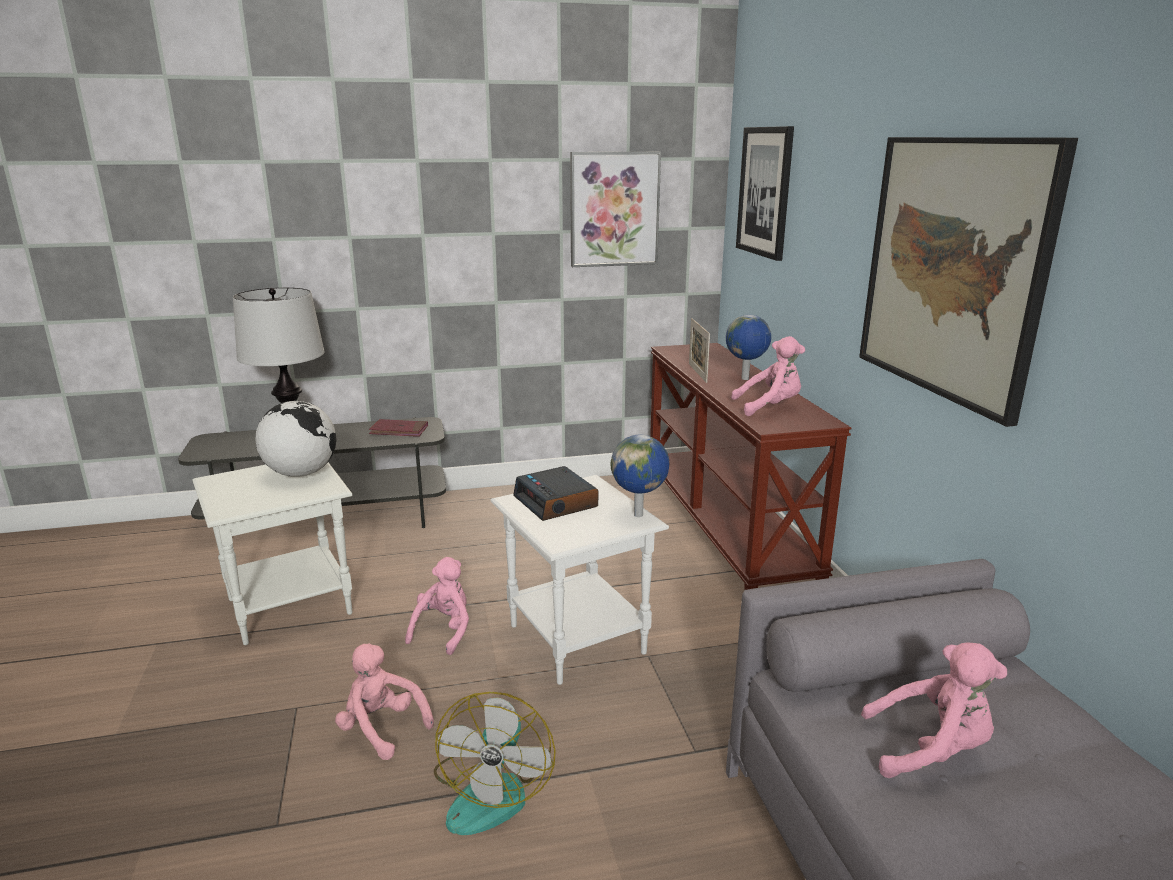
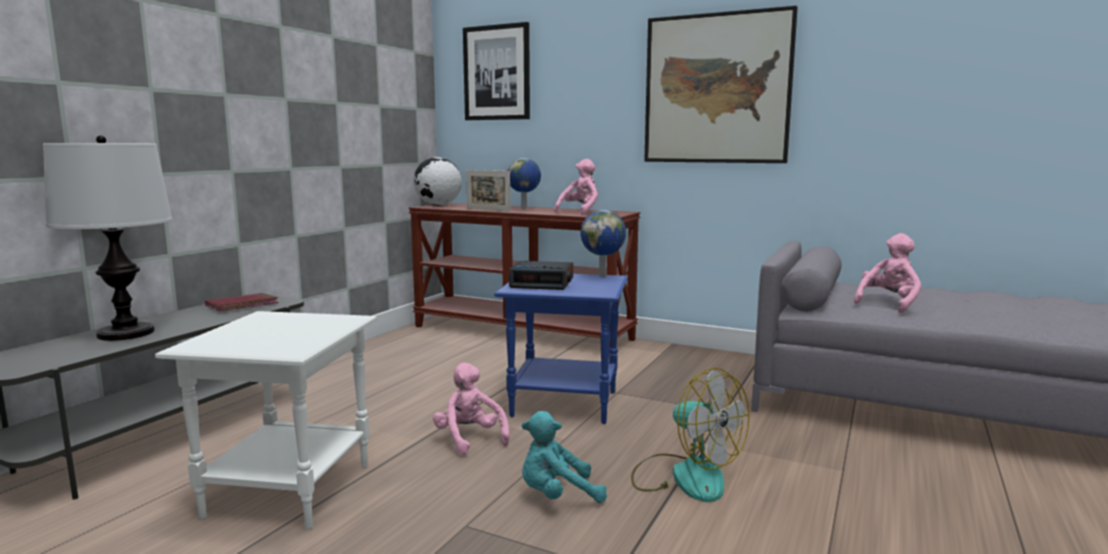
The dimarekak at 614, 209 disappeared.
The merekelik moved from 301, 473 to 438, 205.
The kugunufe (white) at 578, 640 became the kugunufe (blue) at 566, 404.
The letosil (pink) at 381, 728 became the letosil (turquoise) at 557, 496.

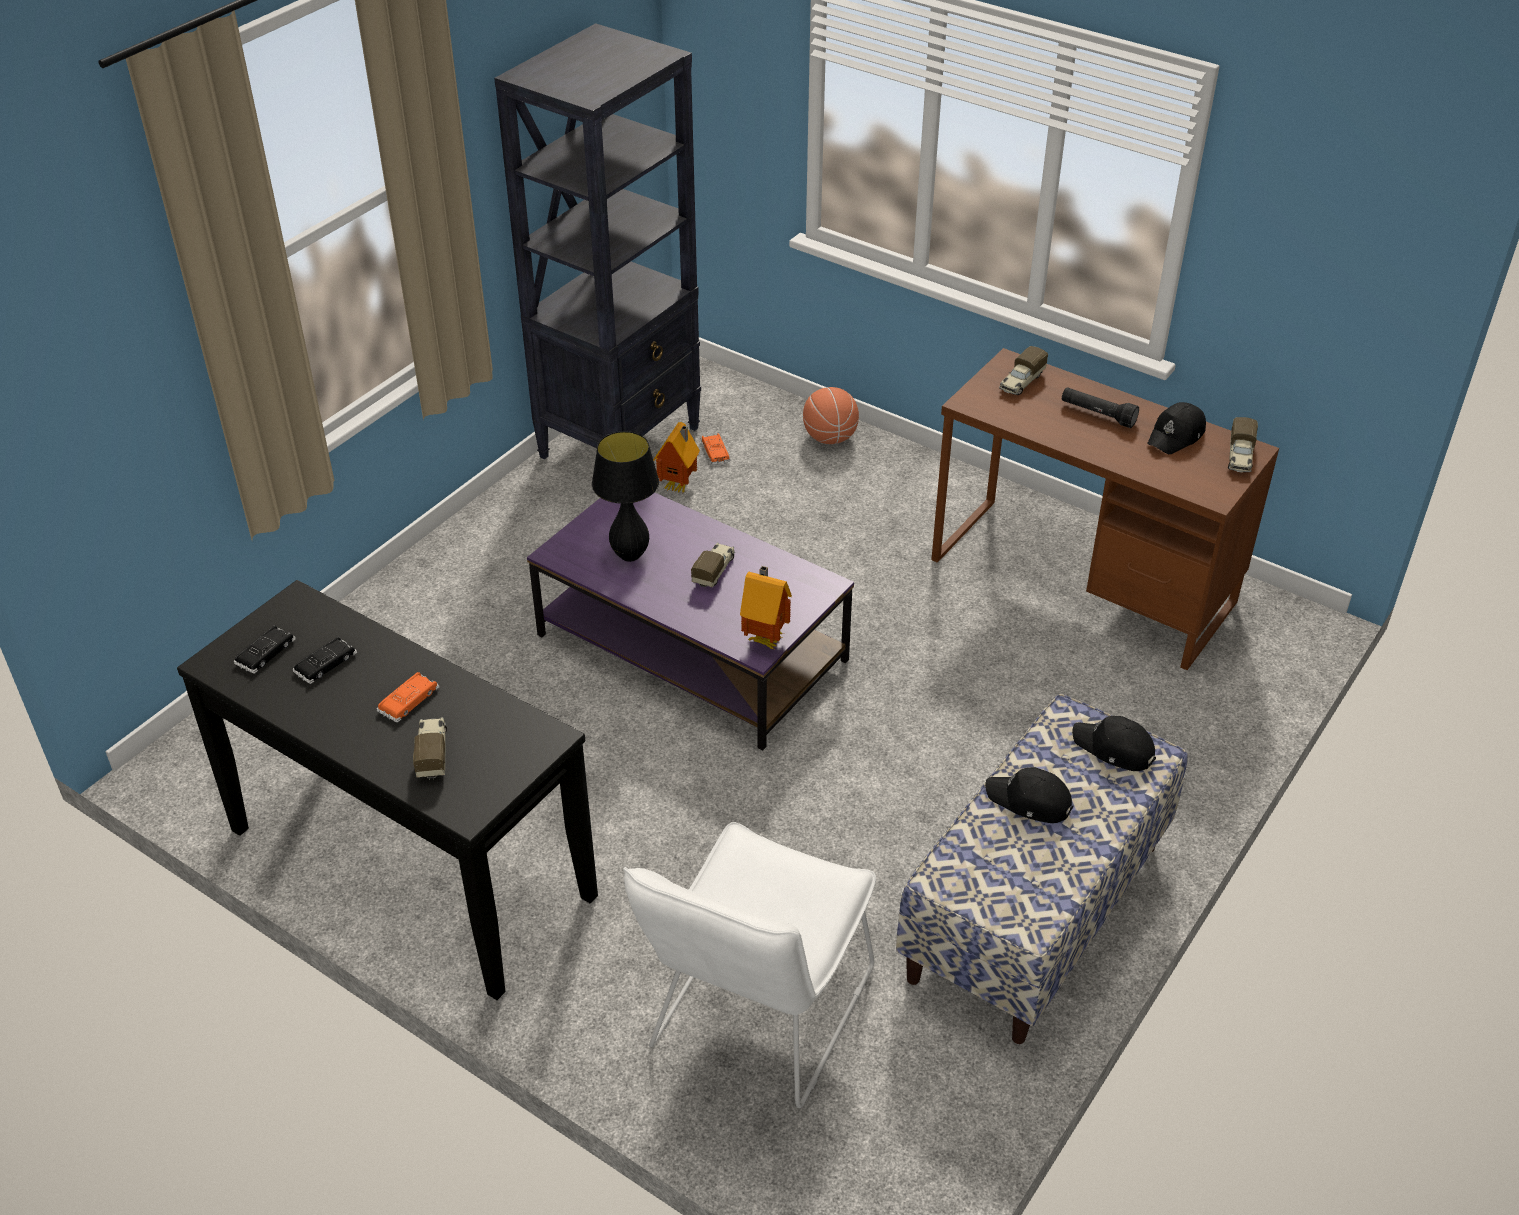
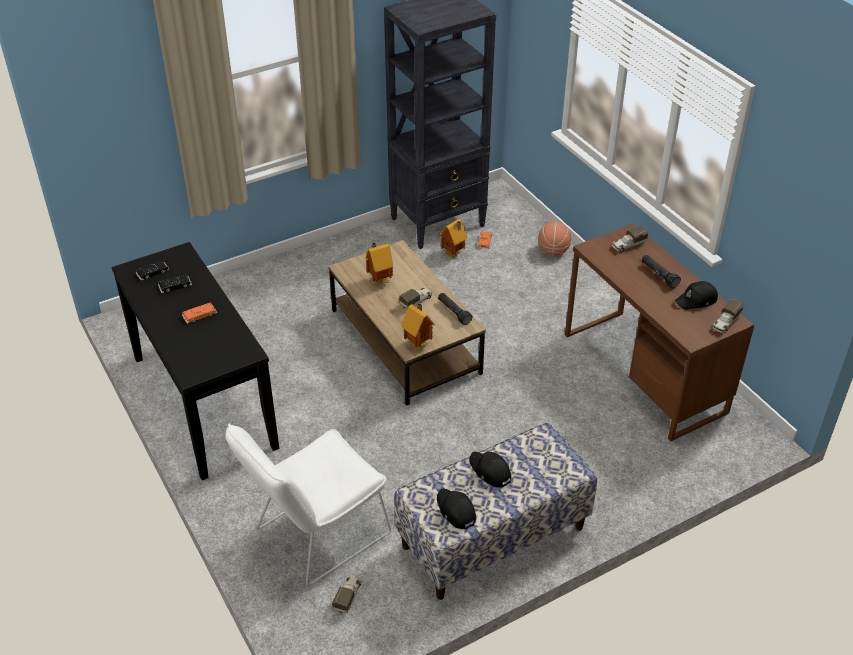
The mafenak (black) at 630, 556 was replaced by the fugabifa at 379, 281.
The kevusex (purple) at 689, 647 became the kevusex (brown) at 404, 340.
The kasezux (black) moved from 1113, 749 to 455, 511.
The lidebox moved from 432, 754 to 347, 597.
The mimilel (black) at 453, 312 appeared.

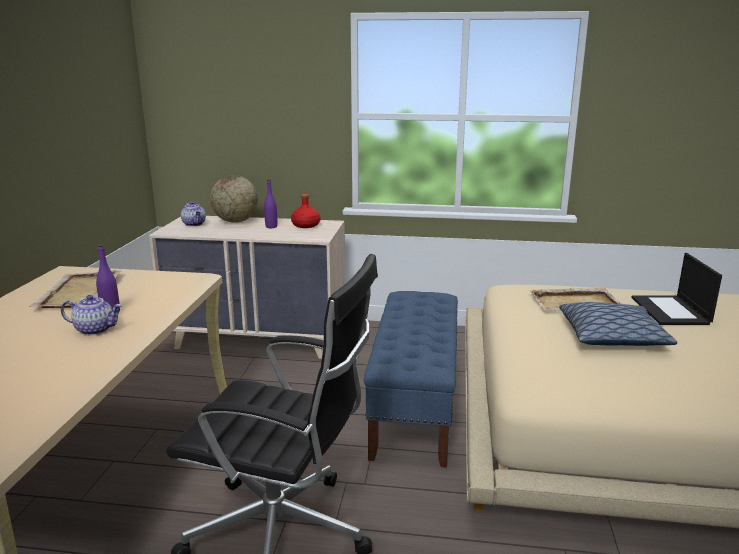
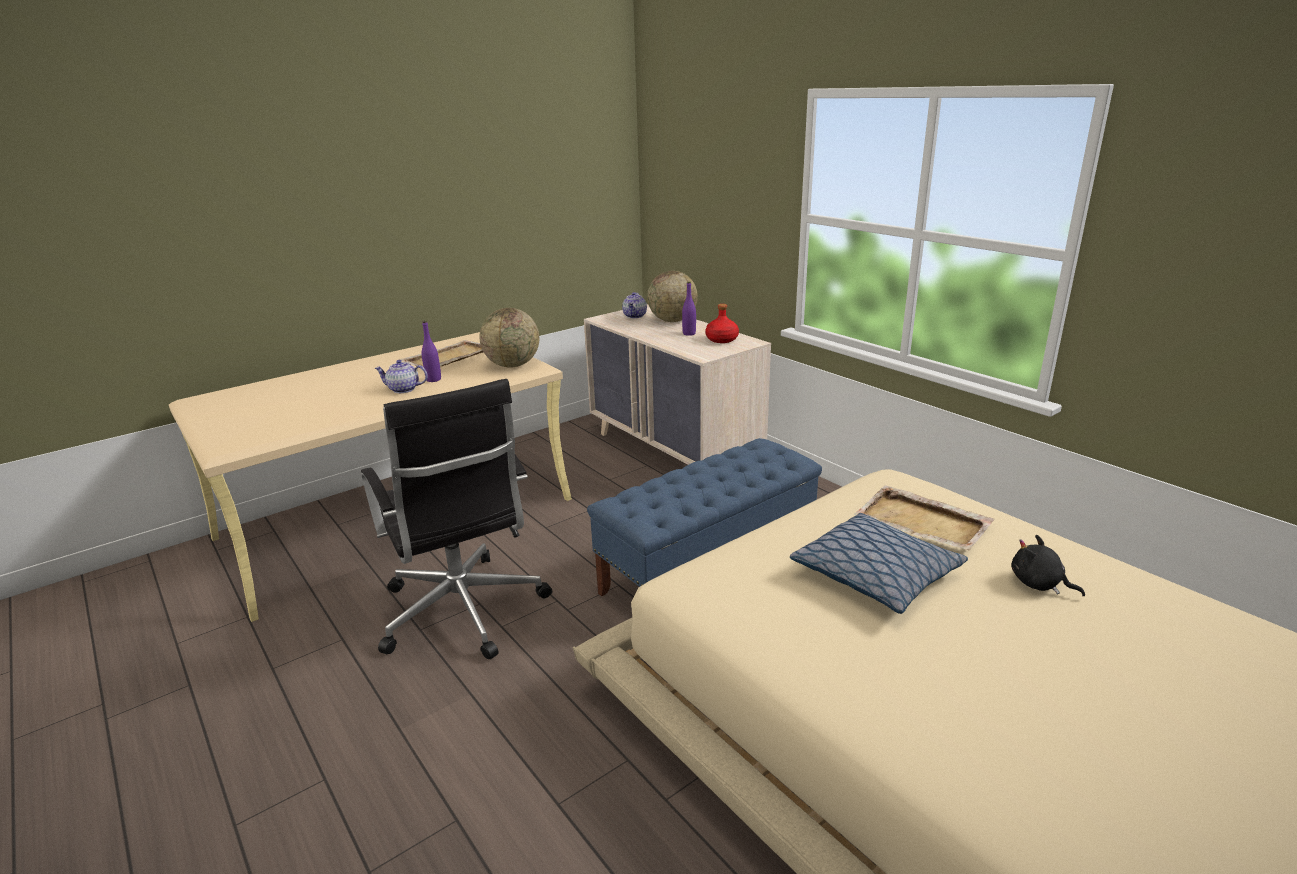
The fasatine at 671, 311 was replaced by the letosil (black) at 1039, 584.
The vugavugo at 95, 329 turned 135 degrees clockwise.
The merekelik at 512, 365 appeared.

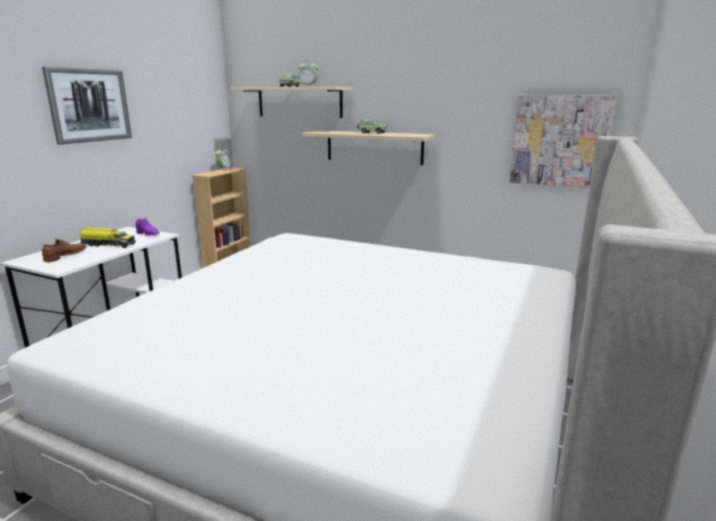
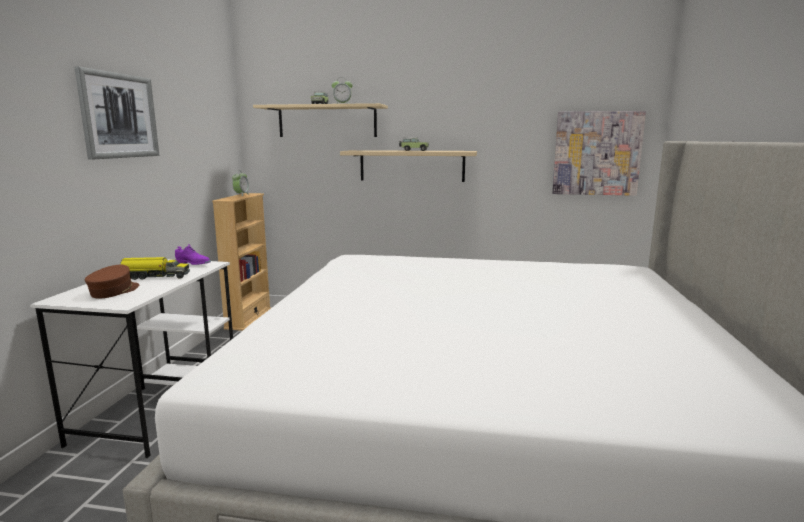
The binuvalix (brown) at 65, 256 was replaced by the kasezux (brown) at 114, 291.

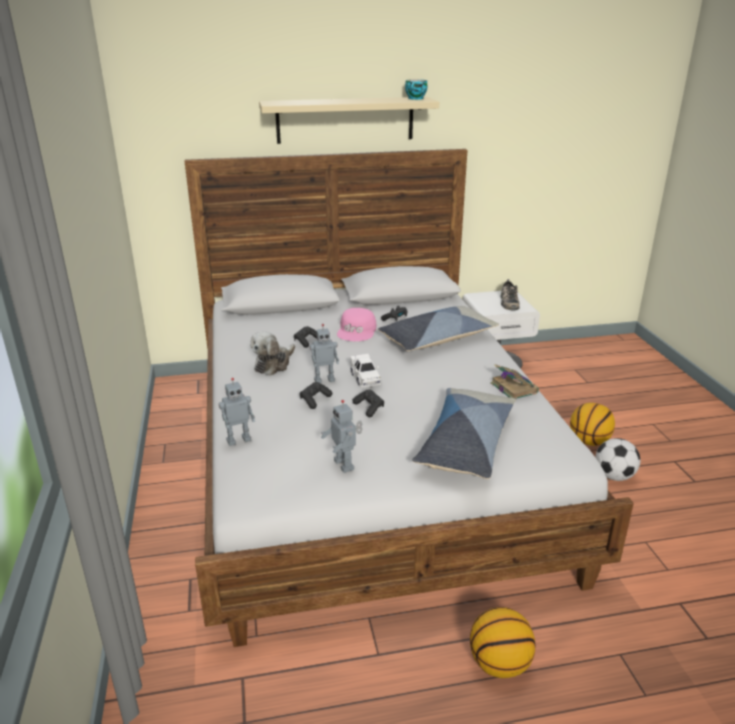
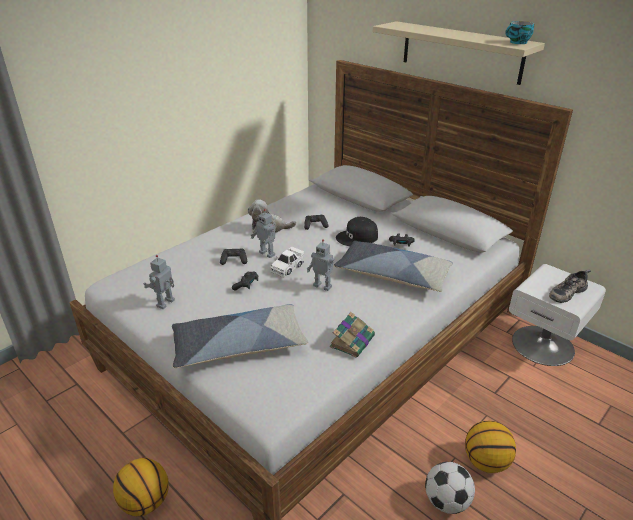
The kasezux (pink) at 357, 331 became the kasezux (black) at 357, 237.
The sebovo moved from 238, 440 to 323, 286.

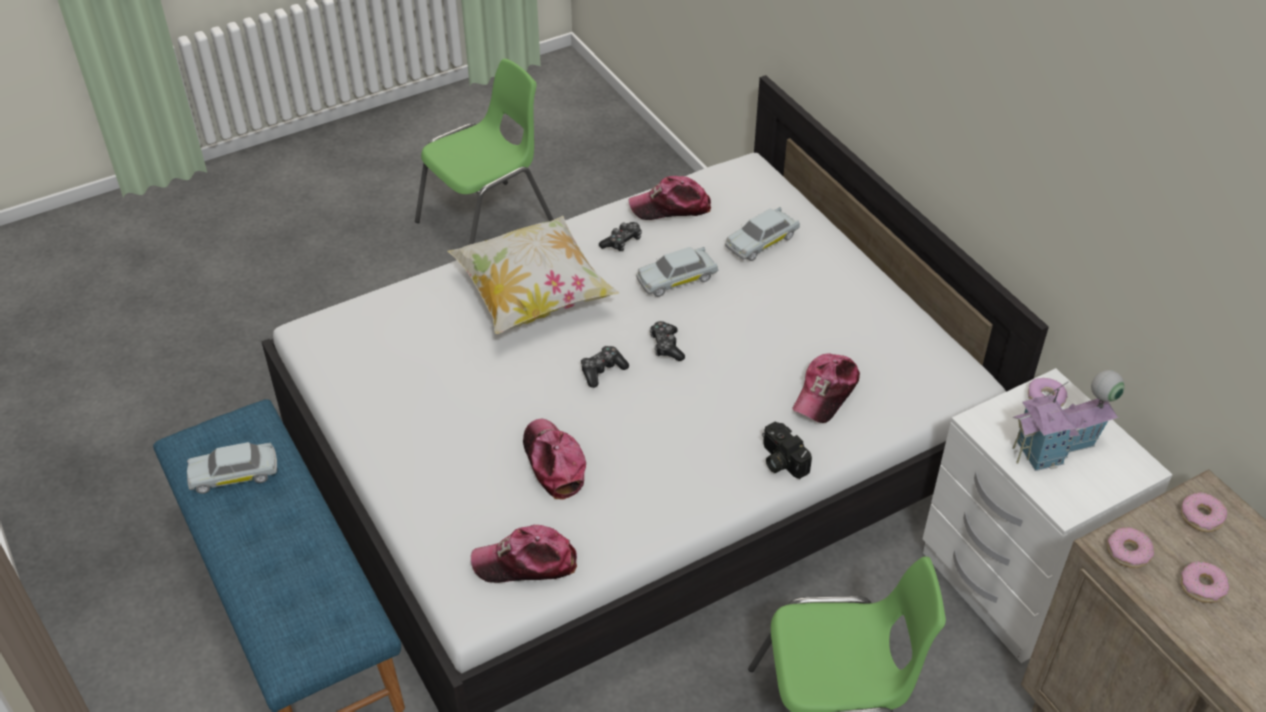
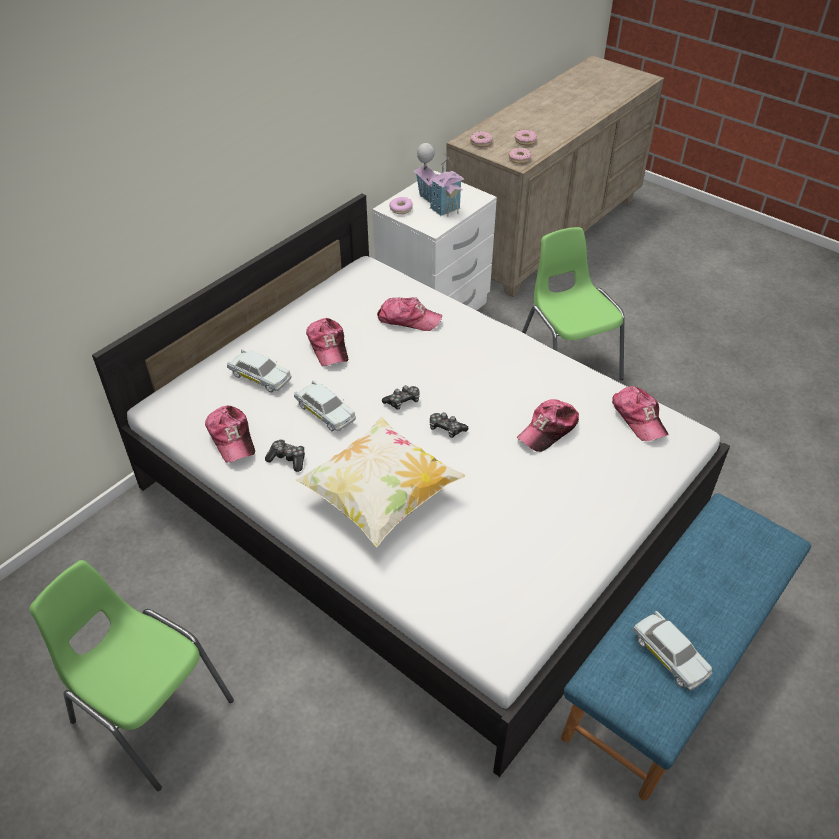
The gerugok at 780, 461 disappeared.
The kasezux at 328, 347 appeared.

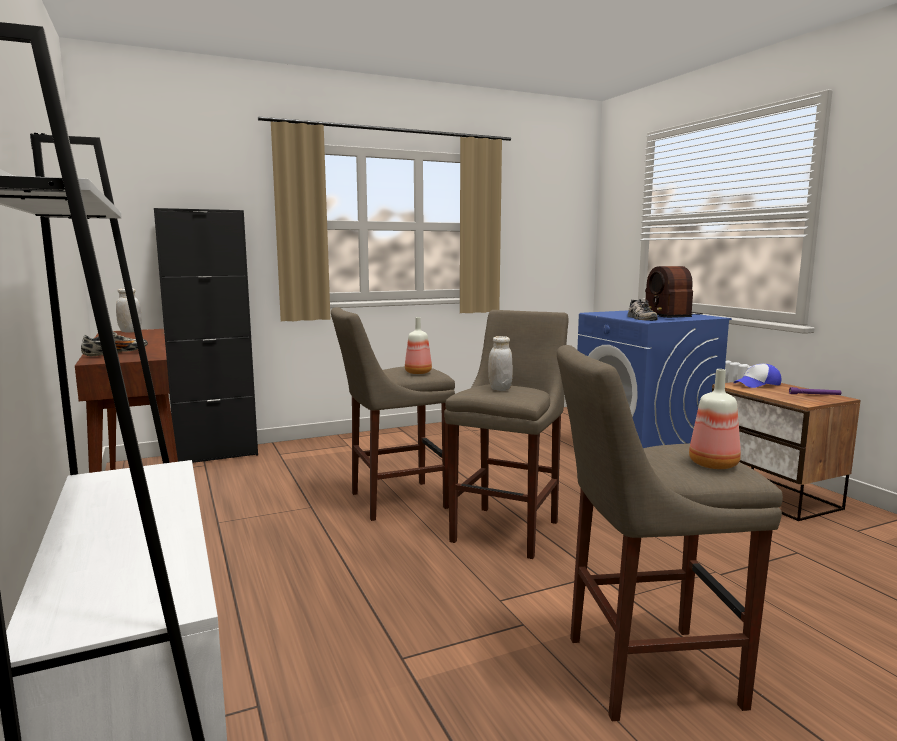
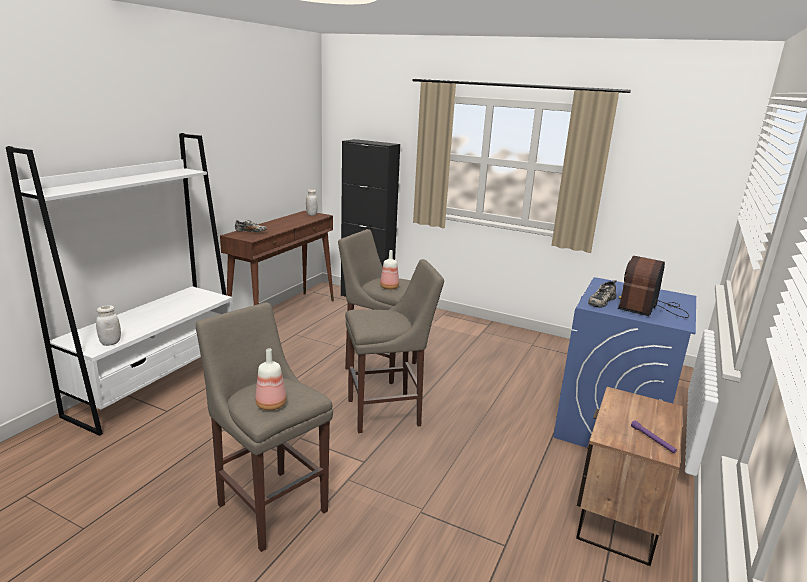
The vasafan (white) moved from 500, 389 to 110, 343.
The kasezux at 757, 384 disappeared.

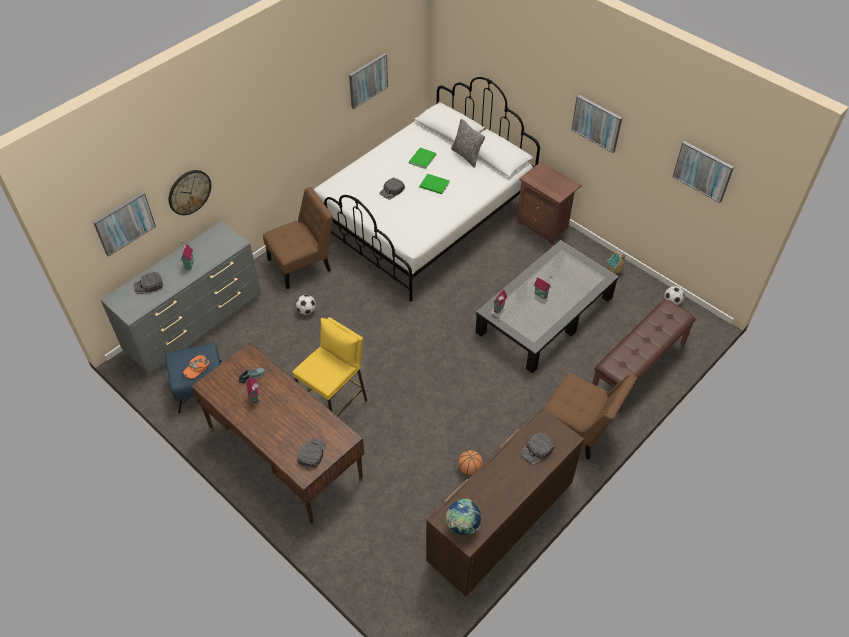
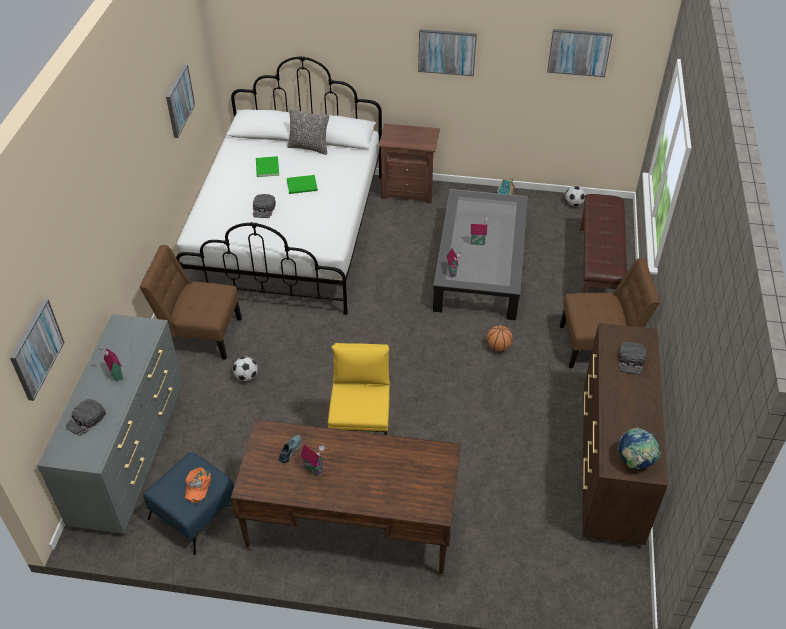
The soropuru at 189, 192 disappeared.
The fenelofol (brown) at 303, 263 turned 105 degrees counterclockwise.
The kasezux (black) at 311, 453 disappeared.
The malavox moved from 469, 469 to 498, 347.

